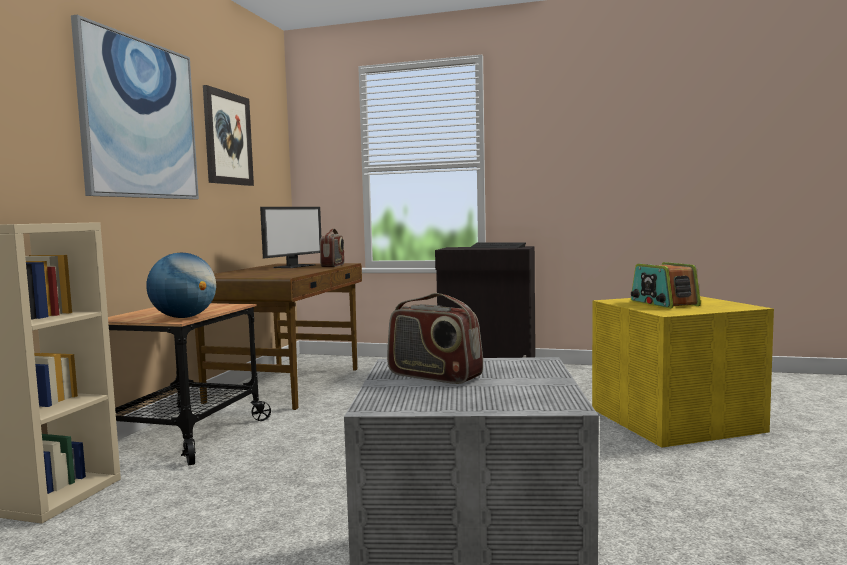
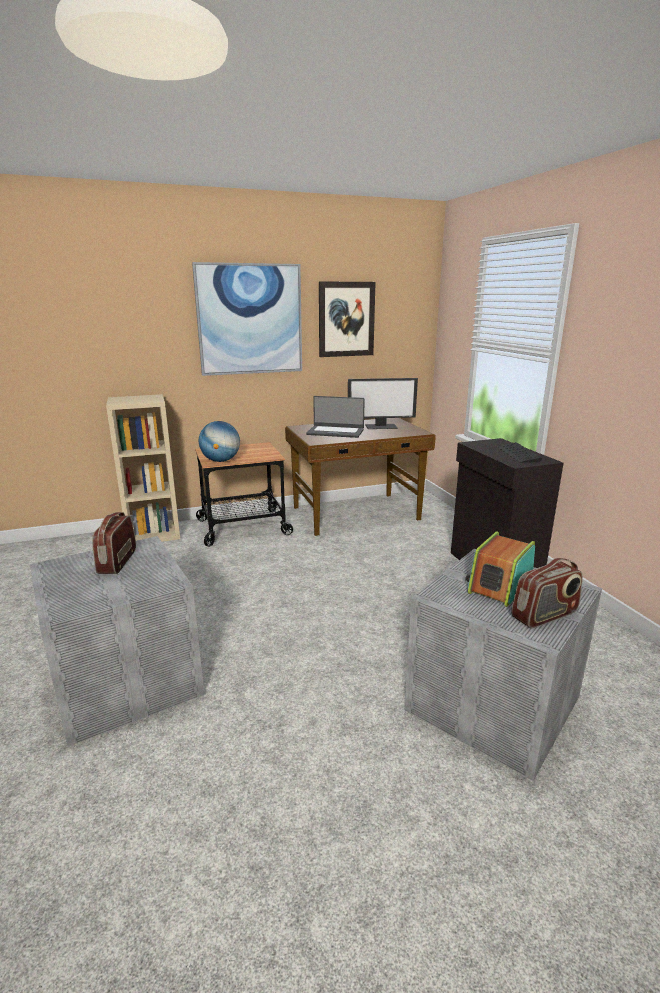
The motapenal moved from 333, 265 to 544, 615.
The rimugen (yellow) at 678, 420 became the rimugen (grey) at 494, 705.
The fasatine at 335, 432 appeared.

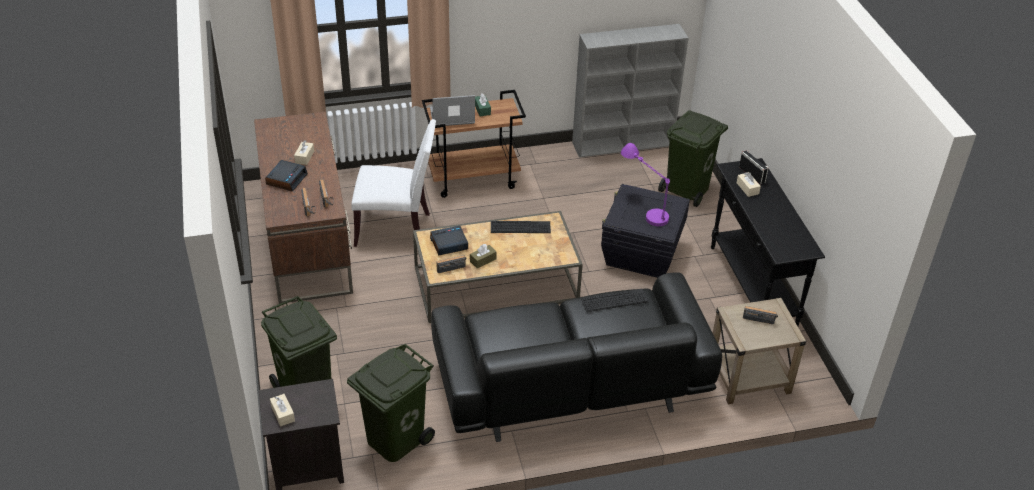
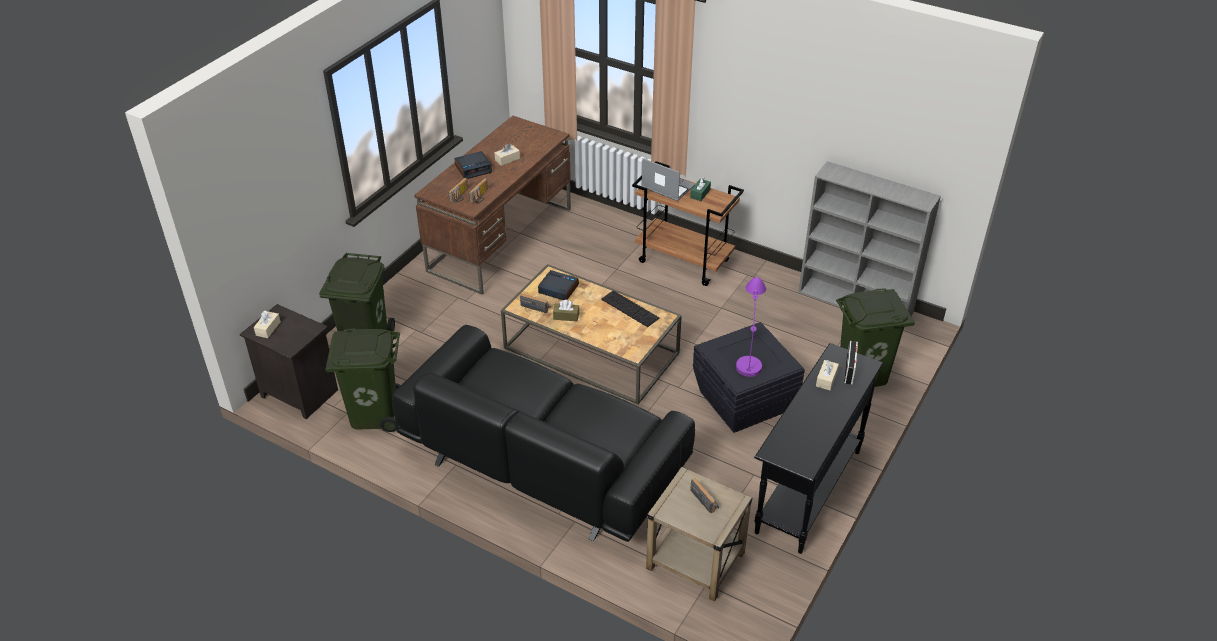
The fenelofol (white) at 396, 228 disappeared.
The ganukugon at 614, 300 disappeared.

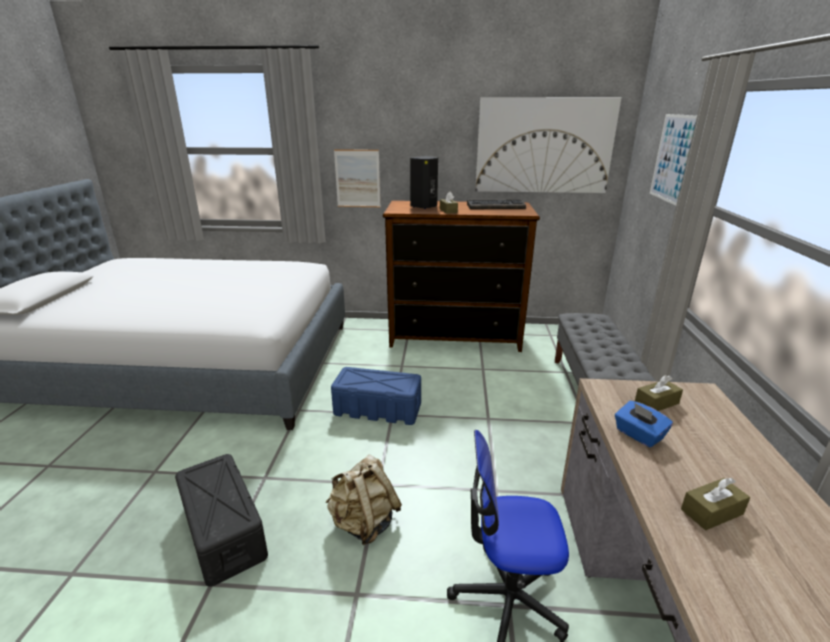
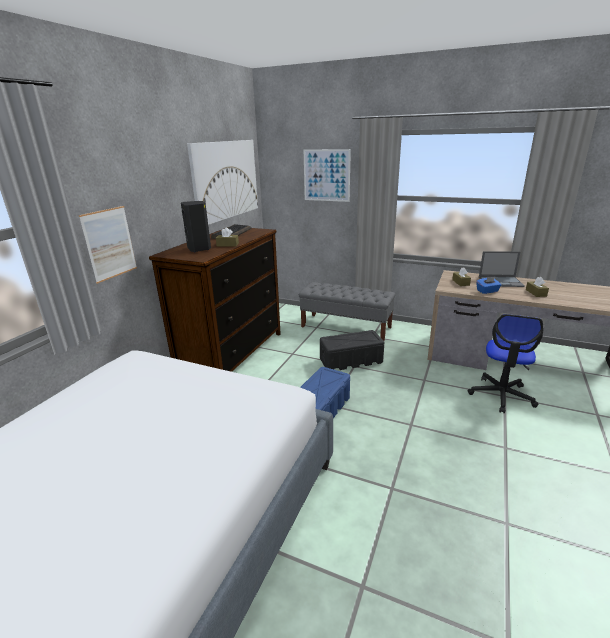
The rimugen (black) moved from 223, 530 to 350, 361.
The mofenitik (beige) at 364, 523 disappeared.
The fasatine at 501, 282 appeared.

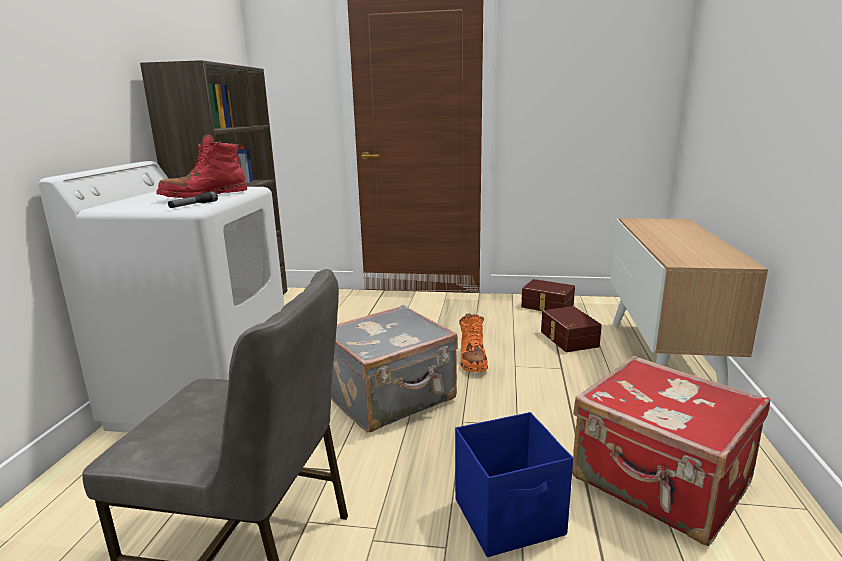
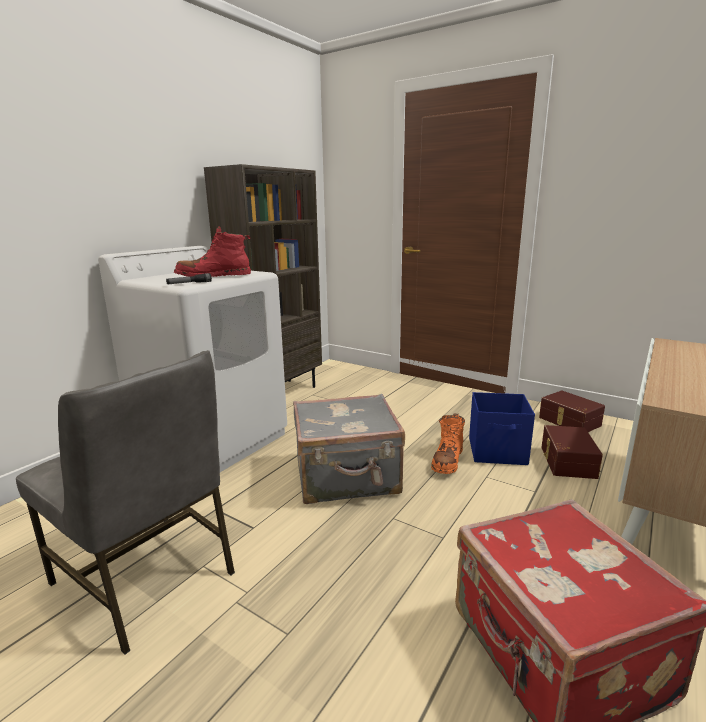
The rimugen (blue) moved from 510, 517 to 498, 452.

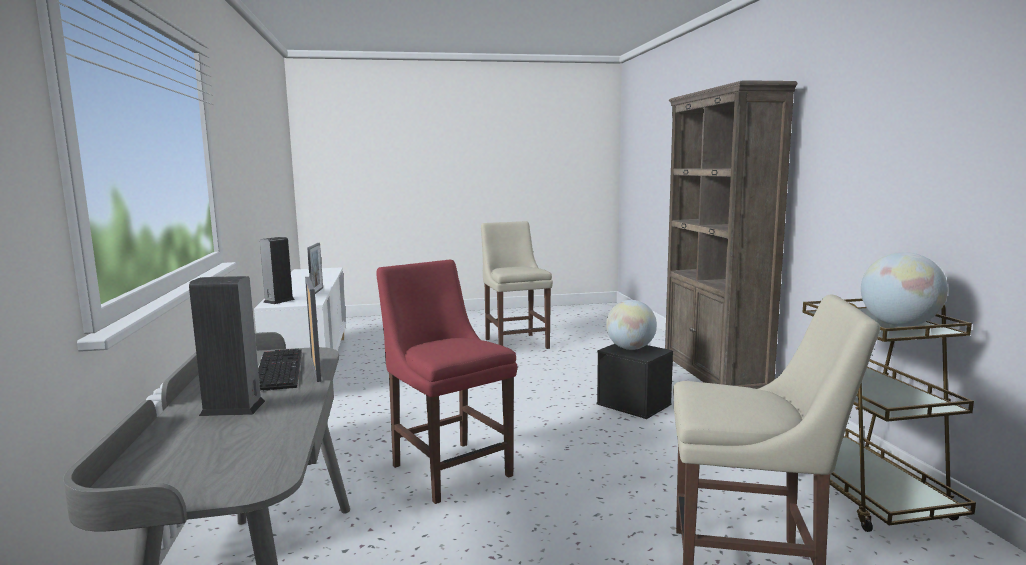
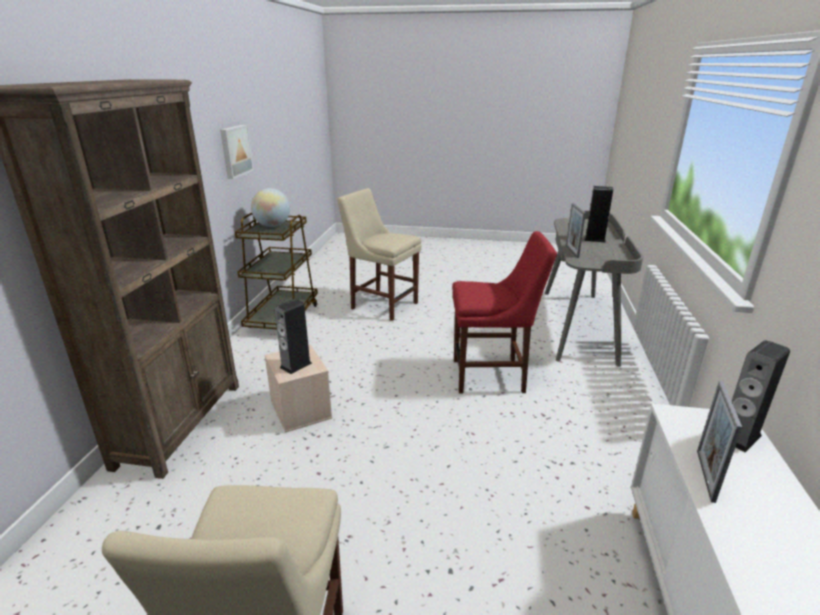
The fenelofol (red) at 449, 468 turned 75 degrees counterclockwise.
The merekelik at 630, 348 was replaced by the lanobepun at 296, 365.
The rimugen (black) at 635, 404 became the rimugen (beige) at 299, 409.
The ganukugon at 277, 369 disappeared.
The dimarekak at 235, 151 appeared.

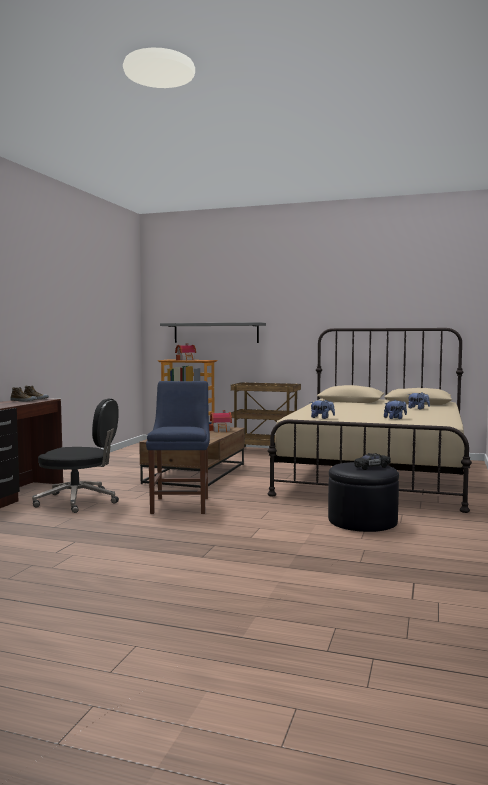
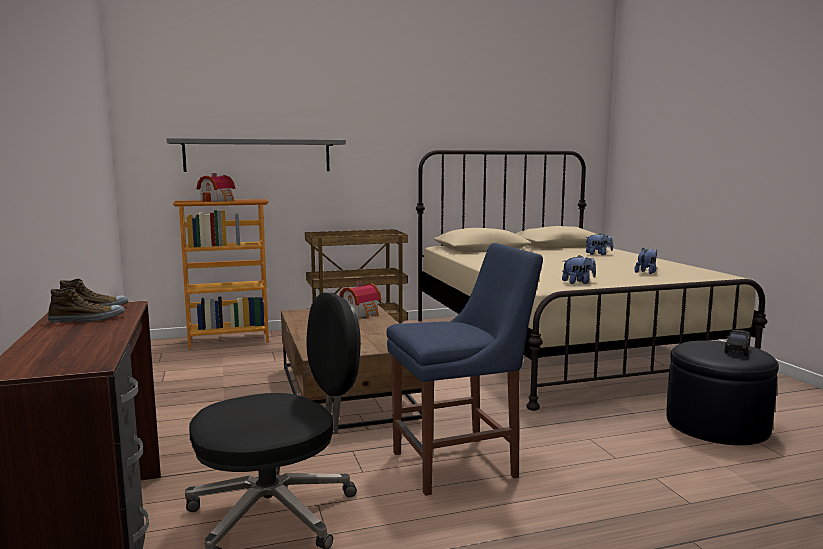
The fenelofol (blue) at 181, 504 turned 105 degrees clockwise.

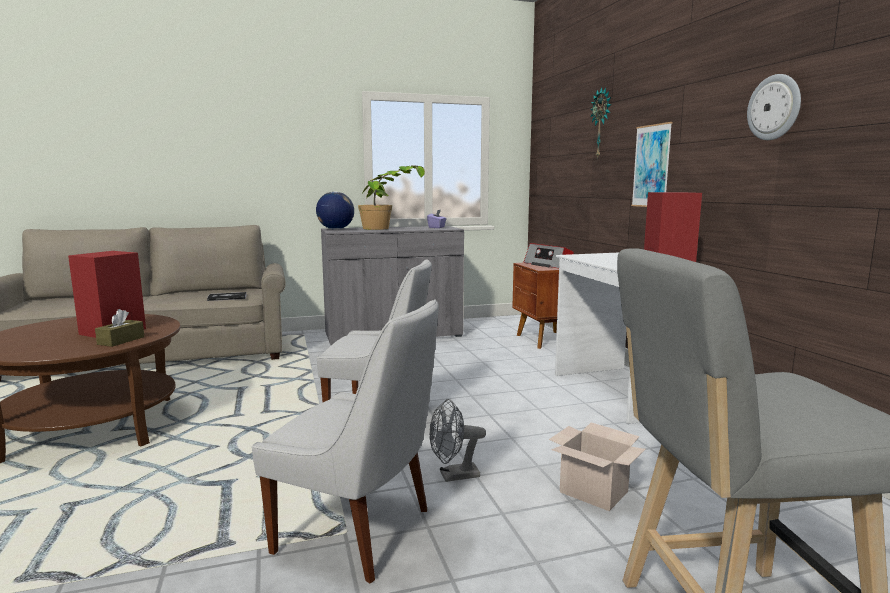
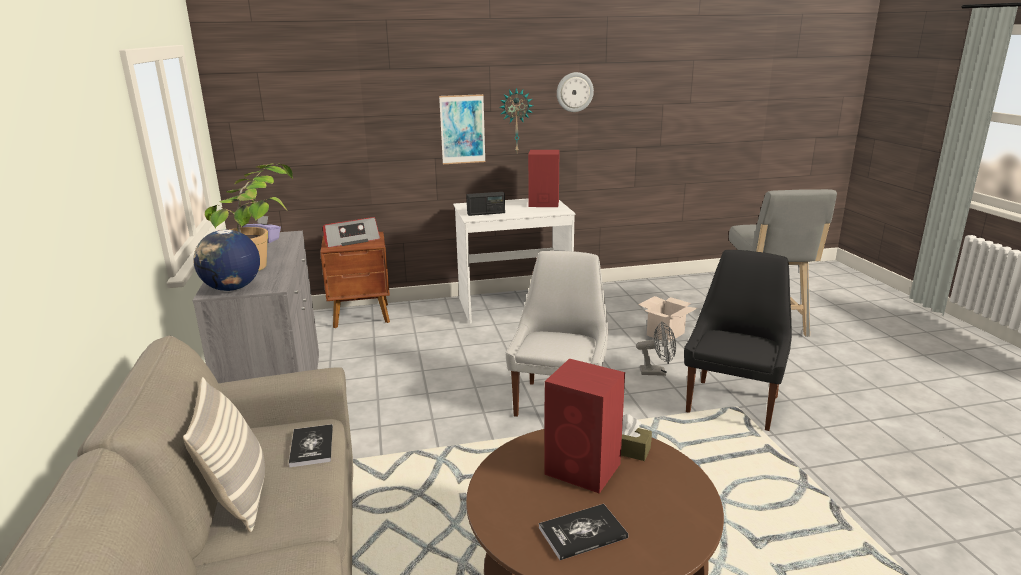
The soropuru moved from 602, 123 to 516, 120.
The fenelofol (white) at 359, 532 became the fenelofol (black) at 733, 402.
The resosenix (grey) at 453, 476 turned 75 degrees counterclockwise.
The motapenal at 486, 213 appeared.
The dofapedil at 239, 496 appeared.
The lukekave at 582, 533 appeared.

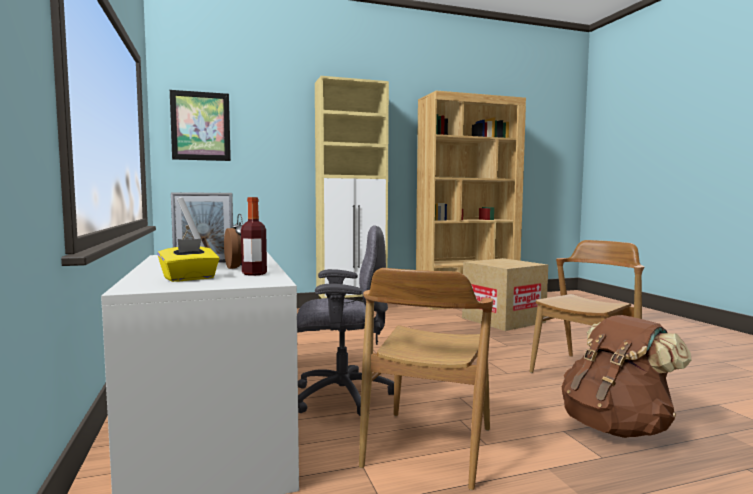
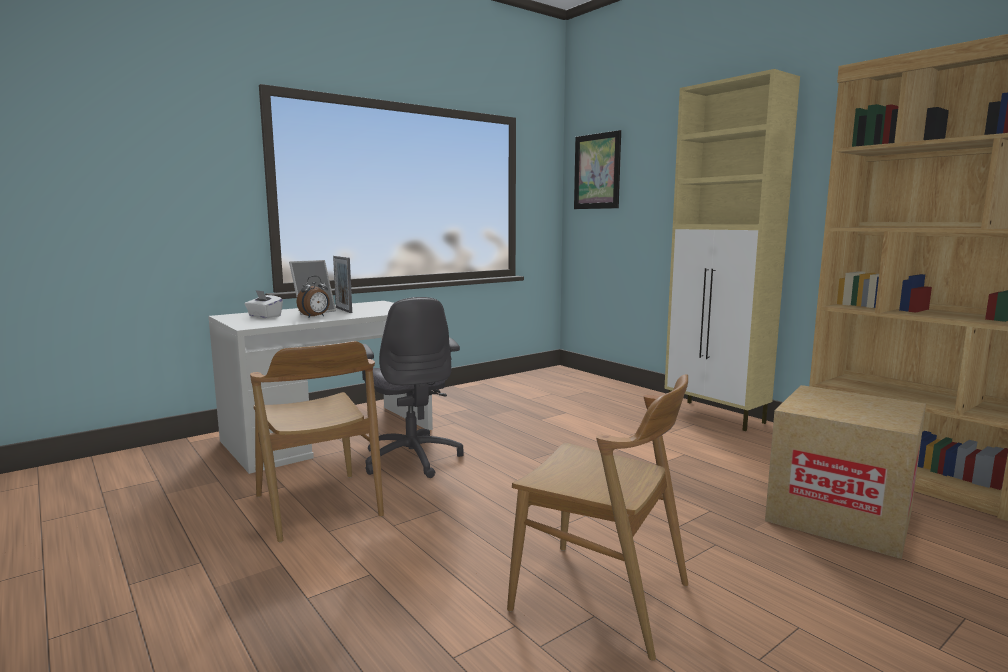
The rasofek at 254, 274 disappeared.
The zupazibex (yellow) at 189, 278 became the zupazibex (white) at 264, 316.
The fenelofol (brown) at 427, 447 turned 120 degrees counterclockwise.
The mofenitik (brown) at 616, 427 disappeared.

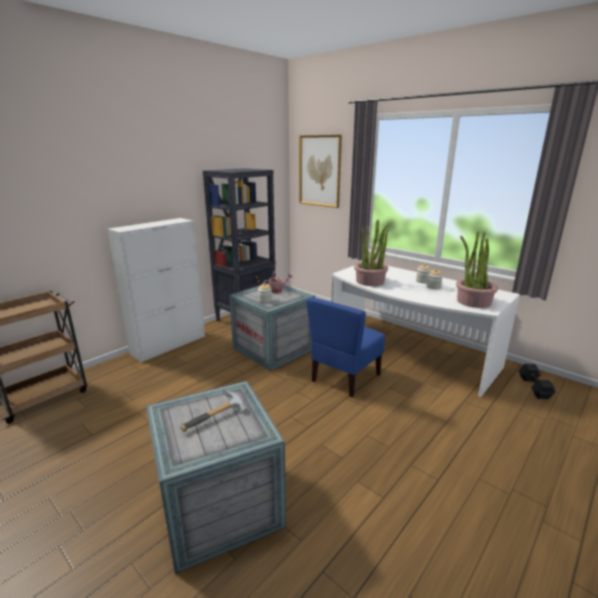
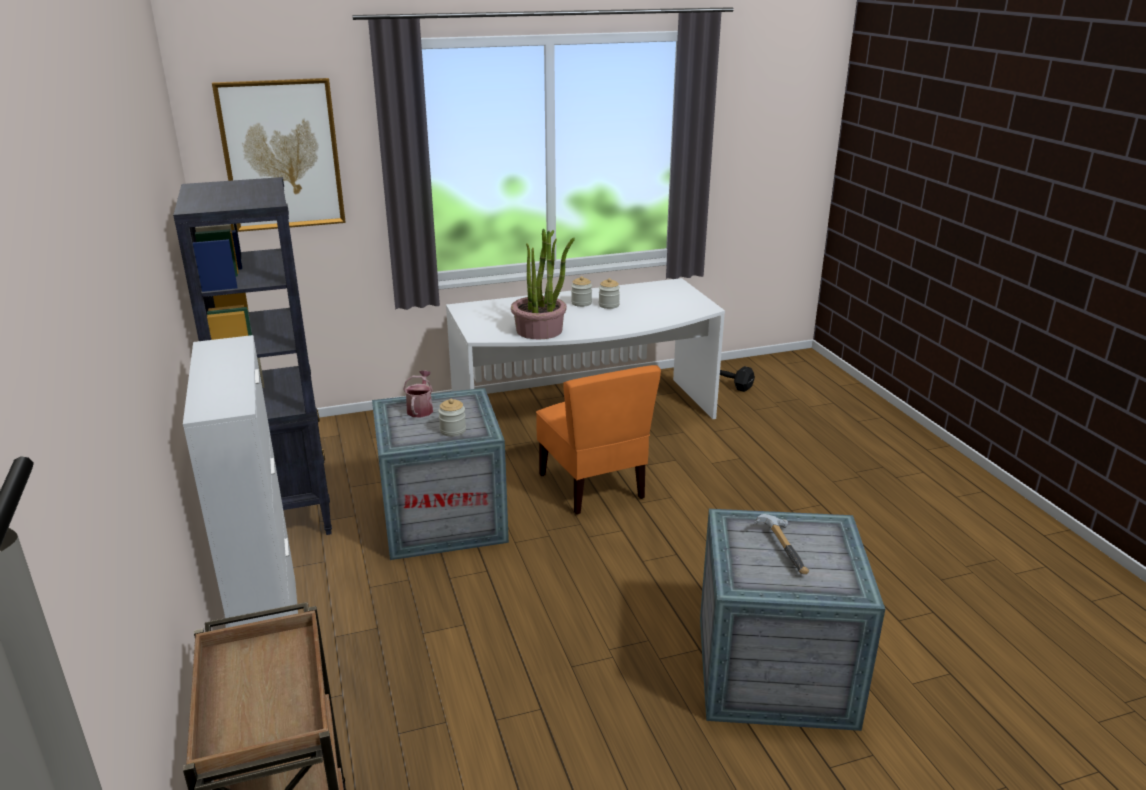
The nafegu at 473, 301 disappeared.
The fenelofol (blue) at 345, 377 became the fenelofol (orange) at 593, 486.

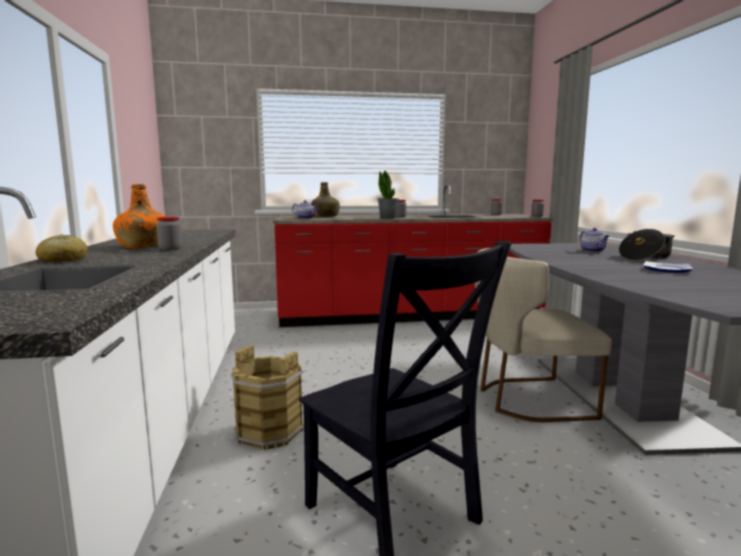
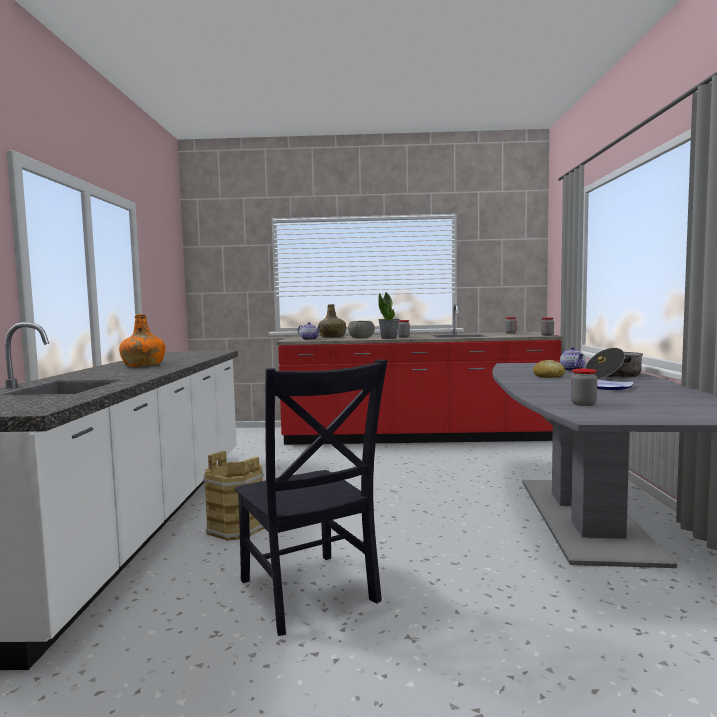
The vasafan moved from 170, 249 to 583, 404.
The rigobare moved from 63, 259 to 548, 376.
The fenelofol (beige) at 526, 399 disappeared.
The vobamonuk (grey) at 361, 338 appeared.

